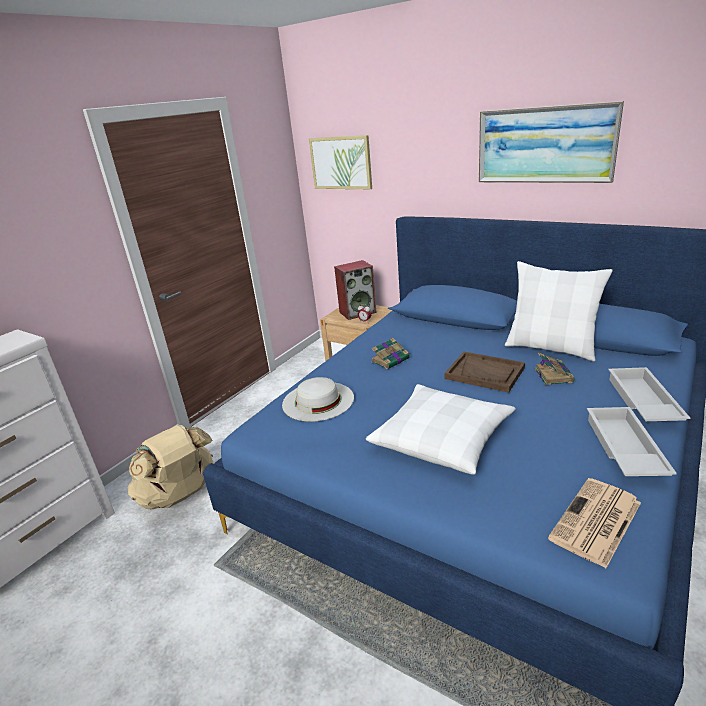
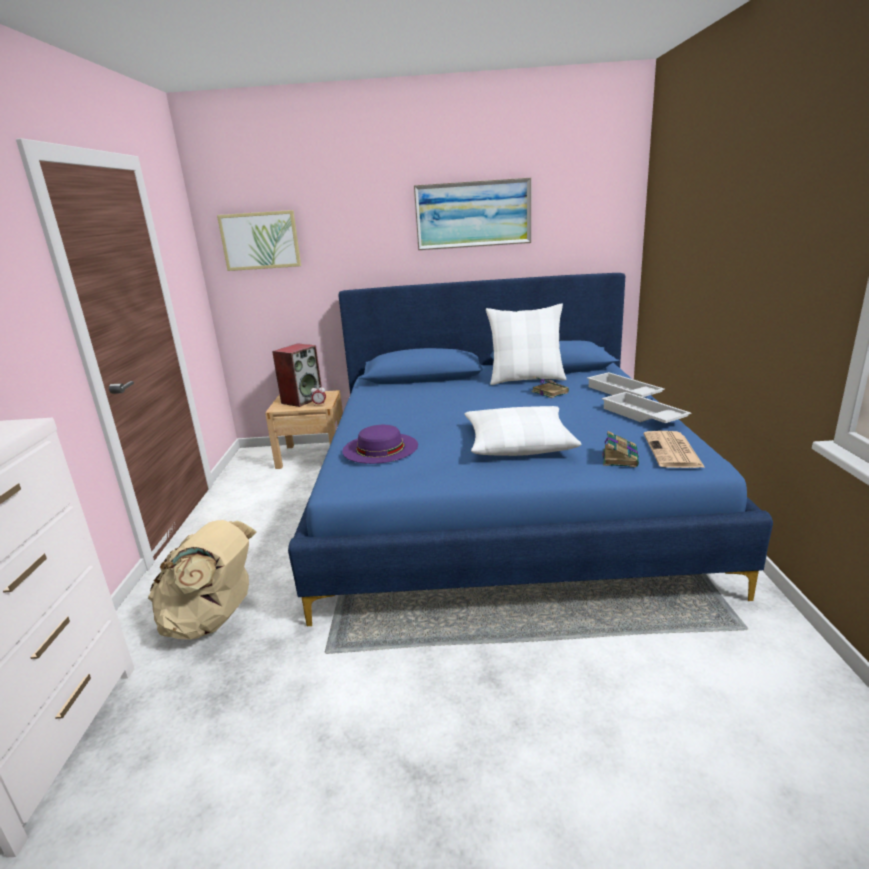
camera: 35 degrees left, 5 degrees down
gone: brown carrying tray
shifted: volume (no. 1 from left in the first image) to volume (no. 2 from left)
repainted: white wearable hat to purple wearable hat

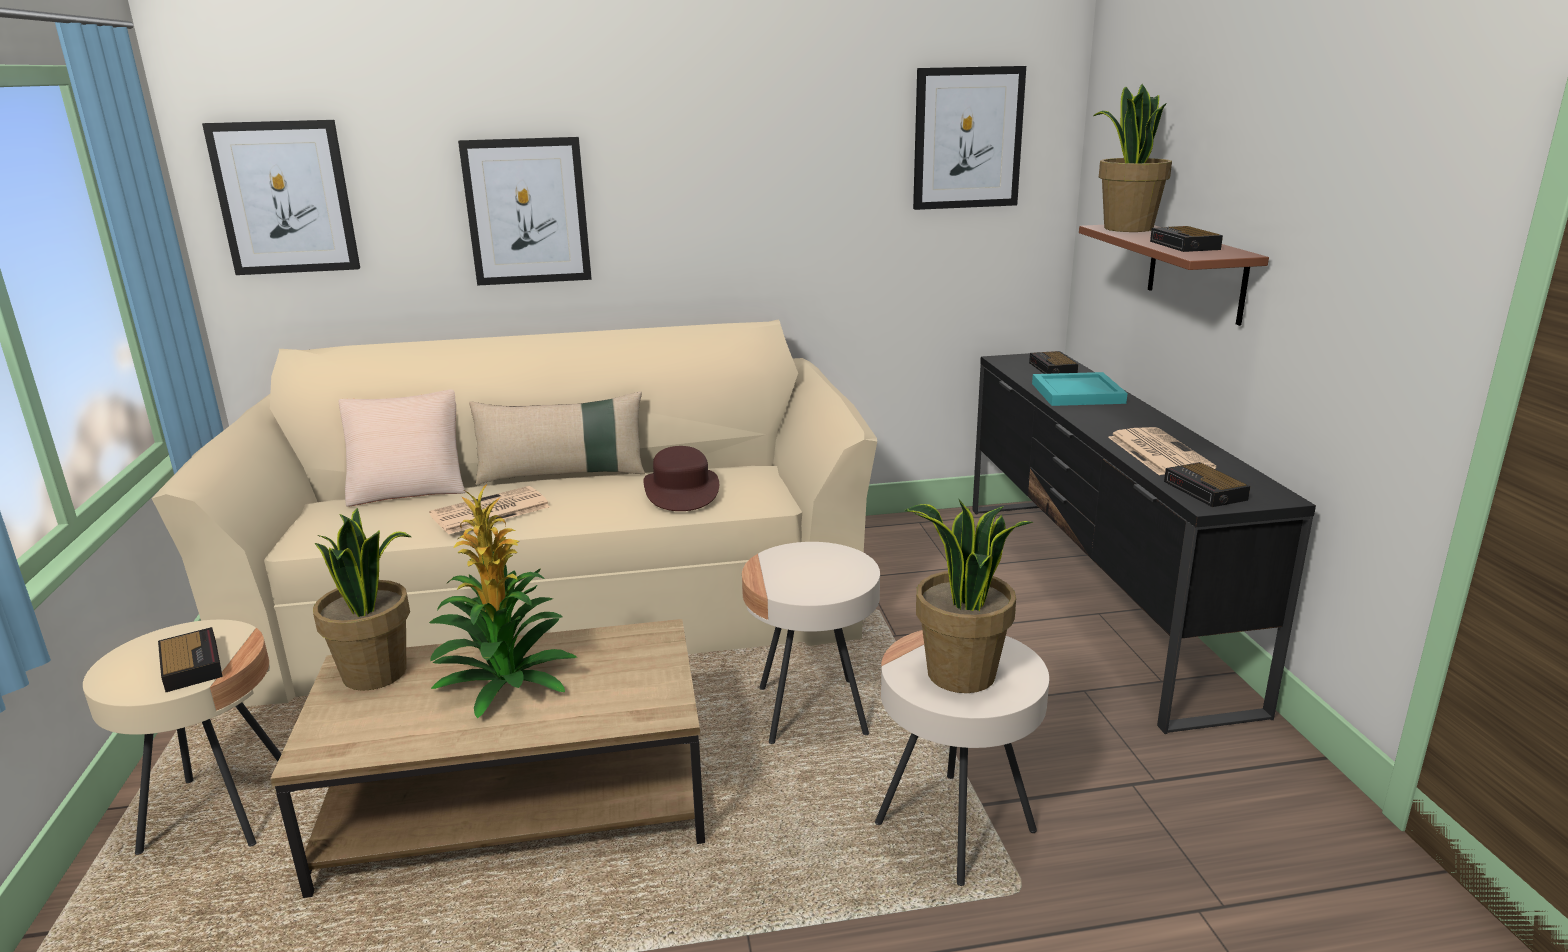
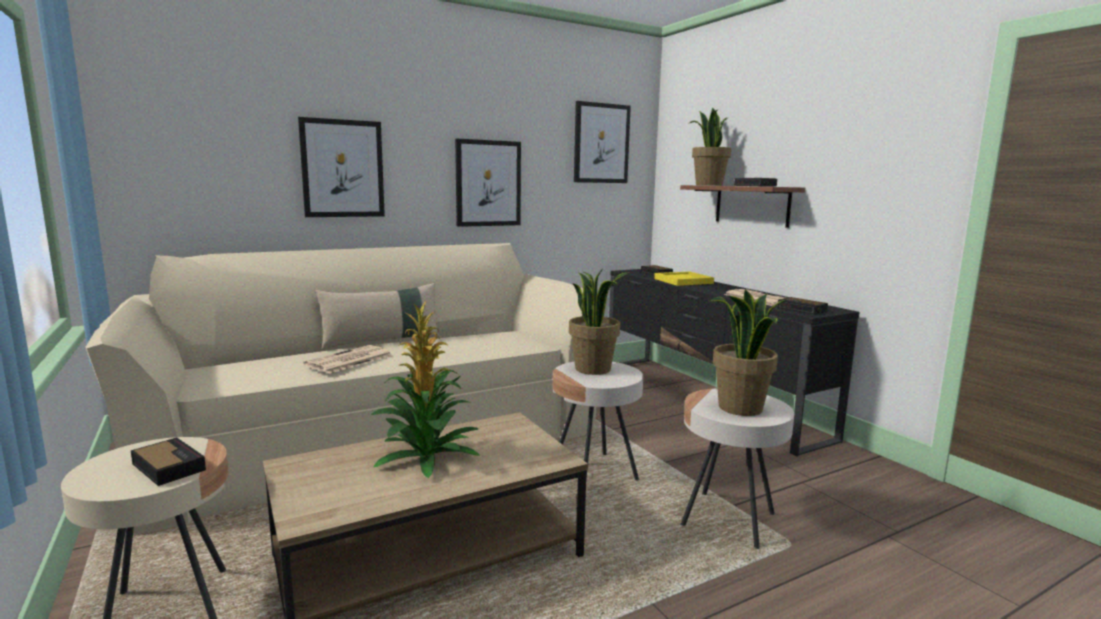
camera: 20 degrees left, 10 degrees down
gone: sand-coloured cushion (no. 1 from left); brown wearable hat
shifted: wall art (no. 1 from left in the first image) to wall art (no. 2 from left); plant in a pot (no. 1 from left in the first image) to plant in a pot (no. 2 from left)
repainted: turquoise-coloured carrying tray to yellow carrying tray

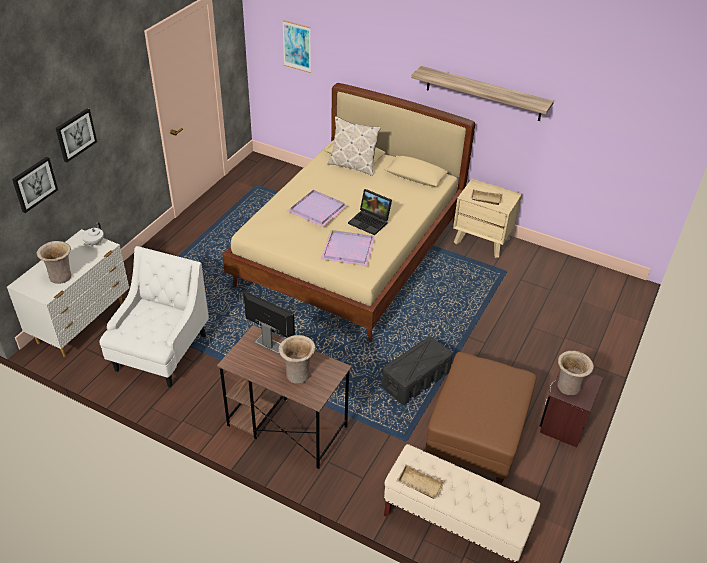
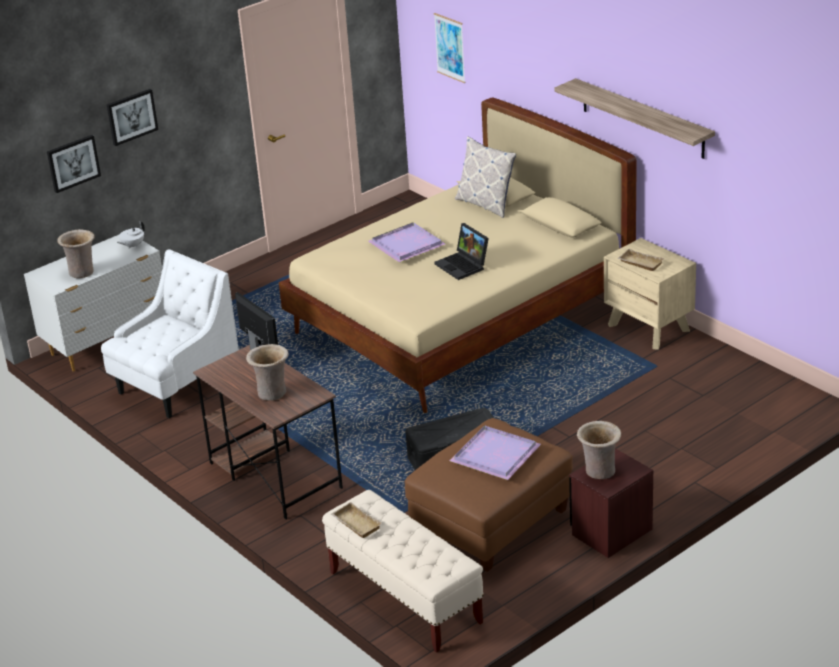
camera: 25 degrees right, 10 degrees down
shifted: purple carrying tray (no. 2 from left)

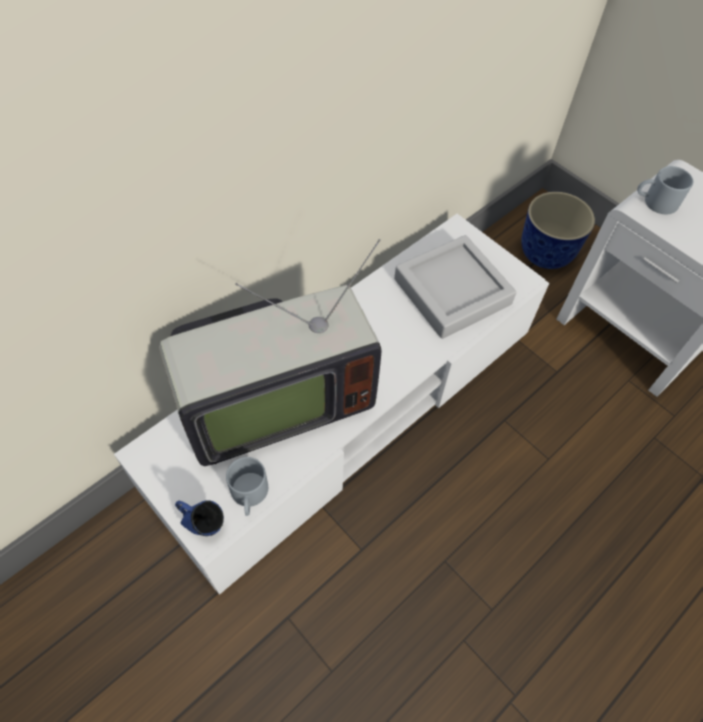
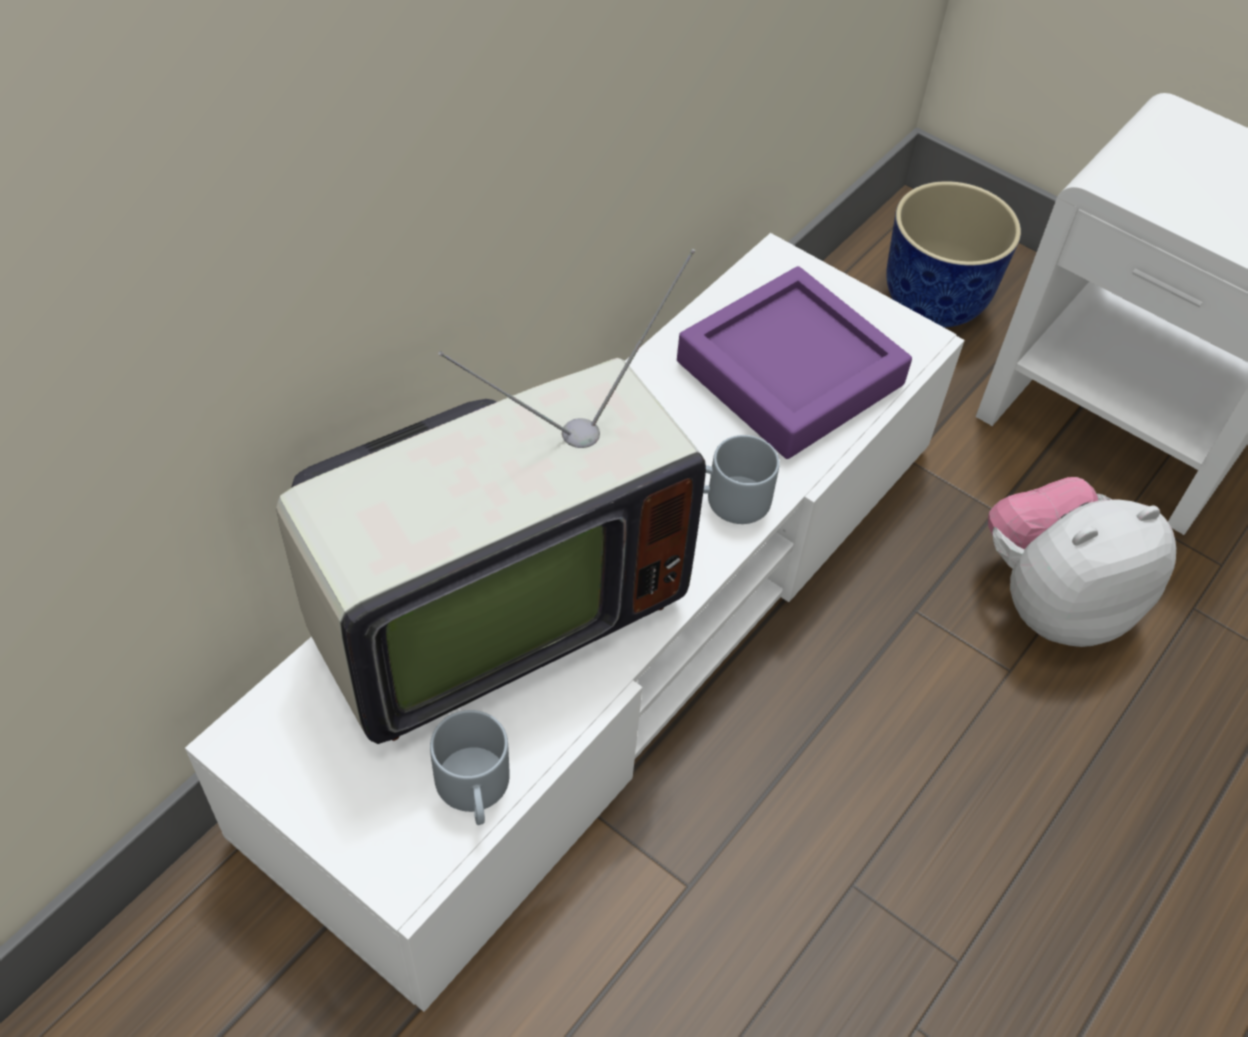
camera: 10 degrees left, 5 degrees down
gone: blue tea mug
new: cuddly toy
shifted: greyish tea mug (no. 2 from left)
repainted: greyish carrying tray to purple carrying tray

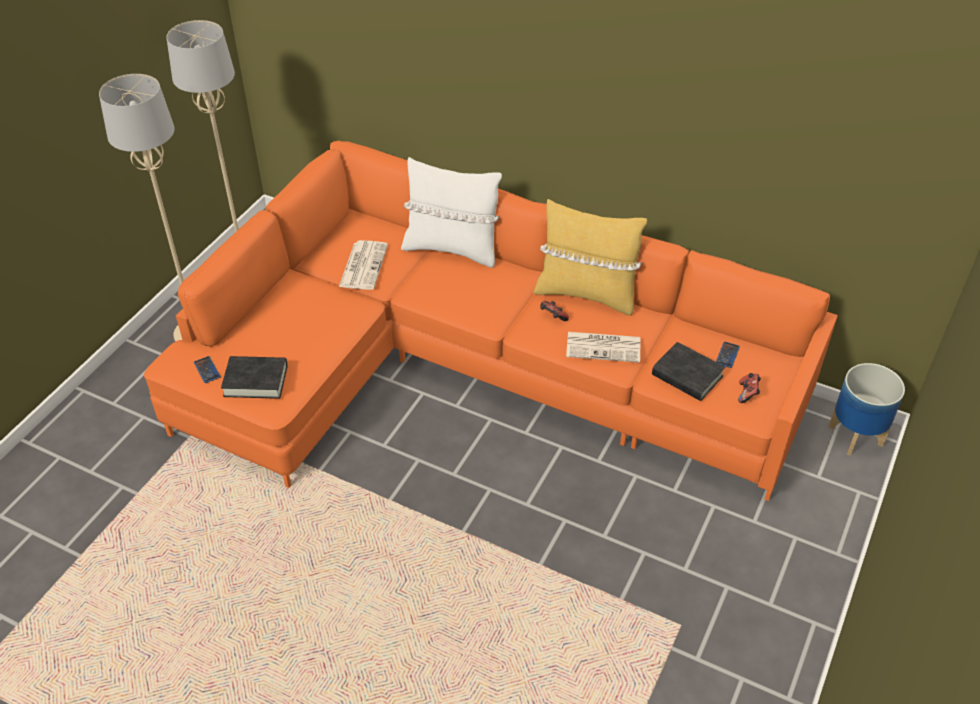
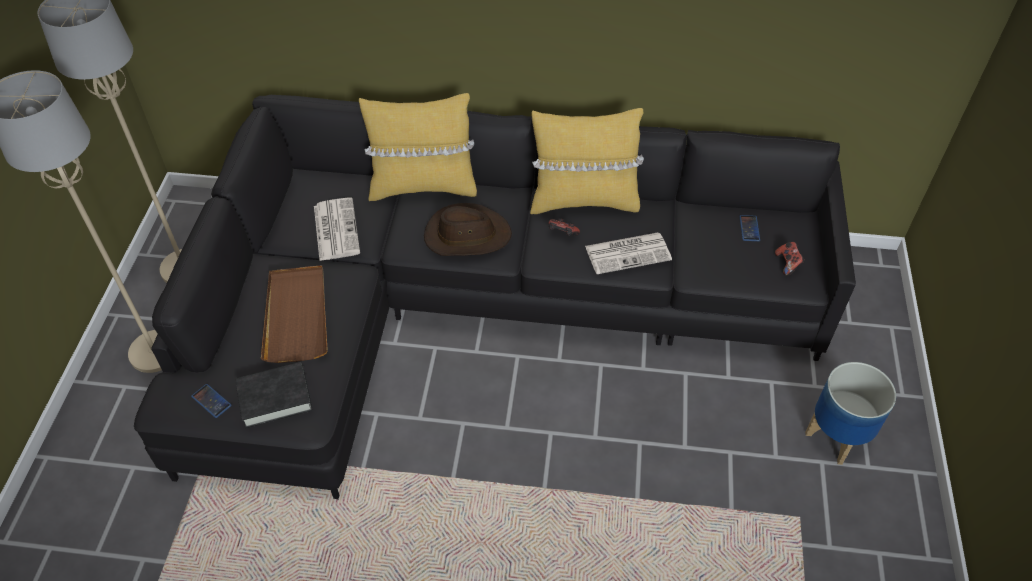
camera: 20 degrees left, 5 degrees up
gone: black volume (no. 2 from left)
new: brown carrying tray; brown wearable hat
shifted: flower pot
repainted: orange couch to black couch; white cushion to yellow cushion (no. 1 from left)

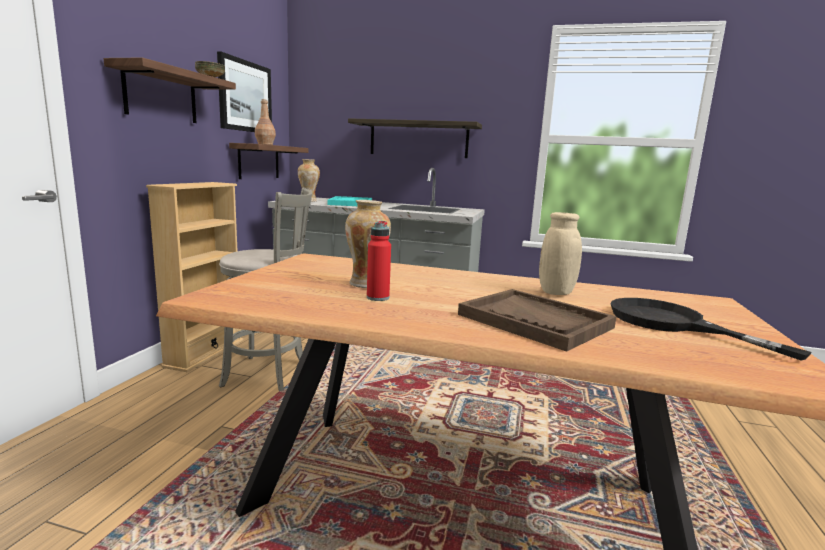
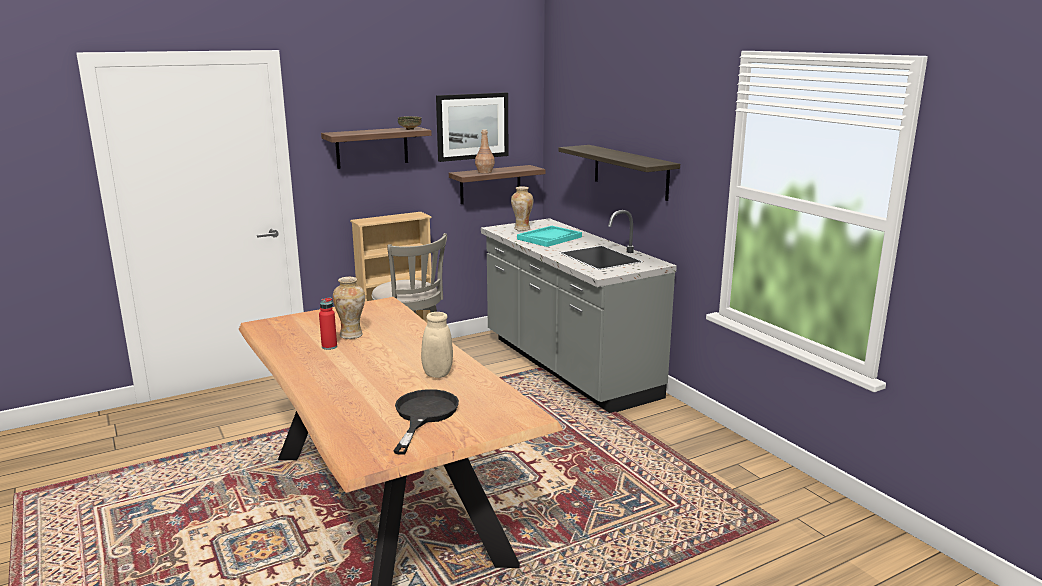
camera: 45 degrees right, 5 degrees up
gone: brown carrying tray

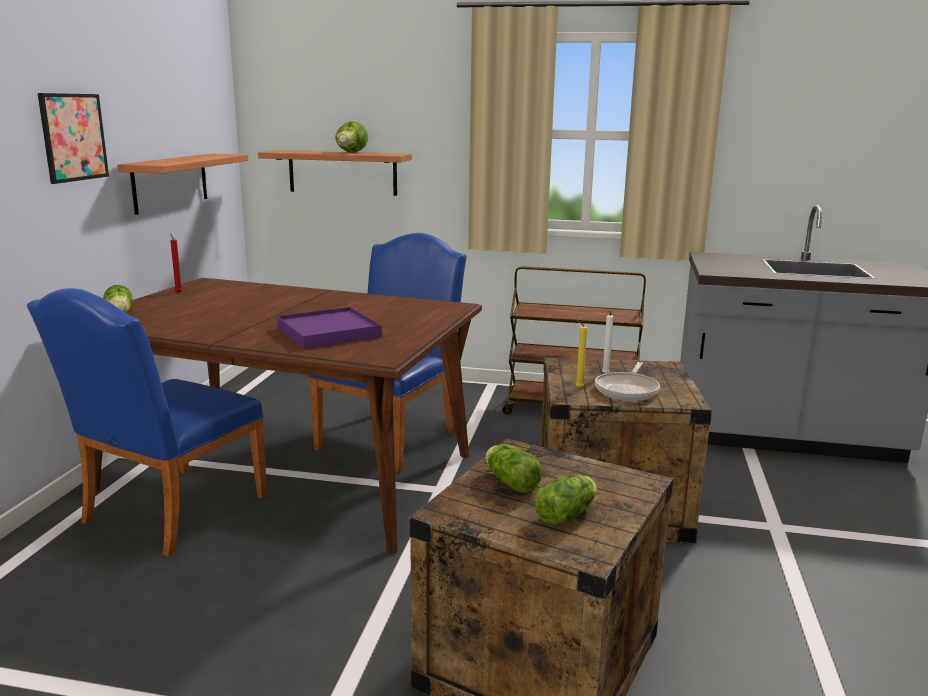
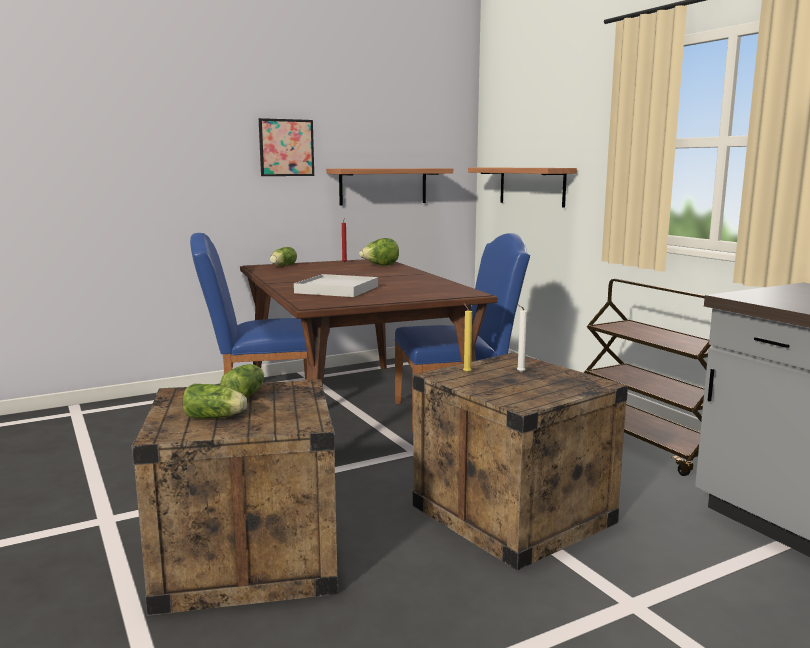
camera: 50 degrees right, 5 degrees down
gone: pan
shifted: head of lettuce (no. 2 from left in the first image) to head of lettuce (no. 4 from left)
repainted: purple carrying tray to white carrying tray

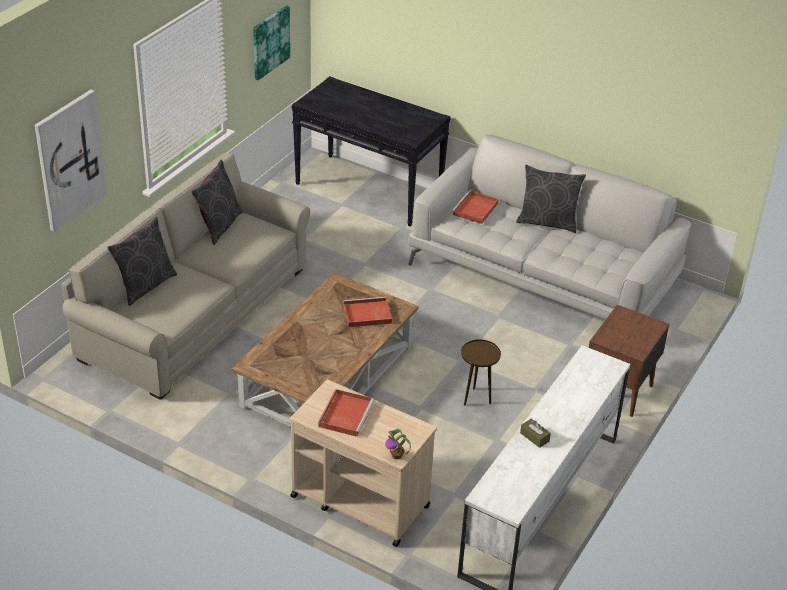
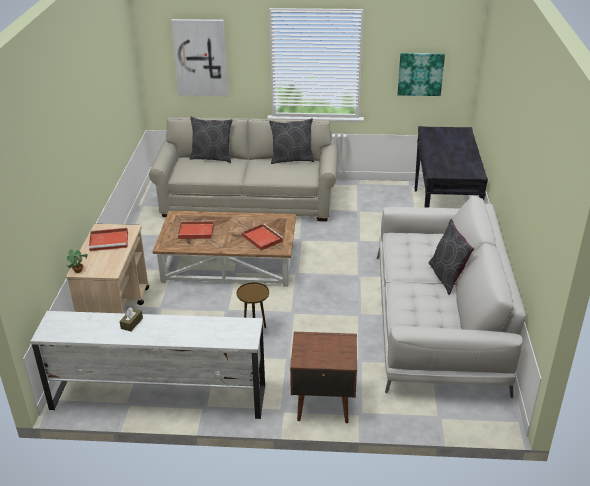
camera: 65 degrees right, 5 degrees down
shifted: red carrying tray (no. 3 from left in the first image) to red carrying tray (no. 2 from left)

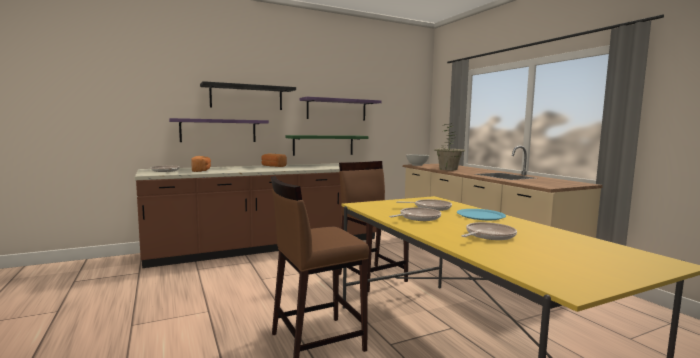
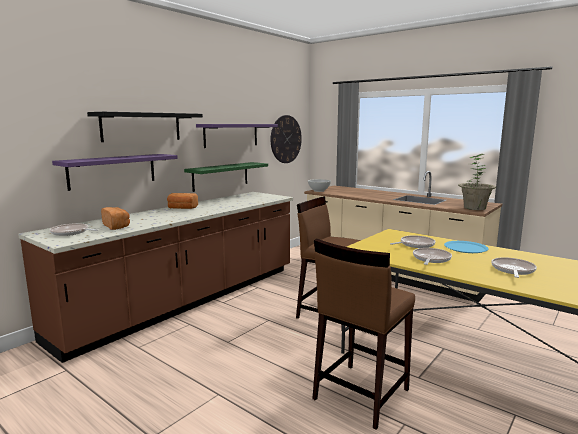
camera: 25 degrees left, 5 degrees up
new: wall clock
shifted: plant in a pot

